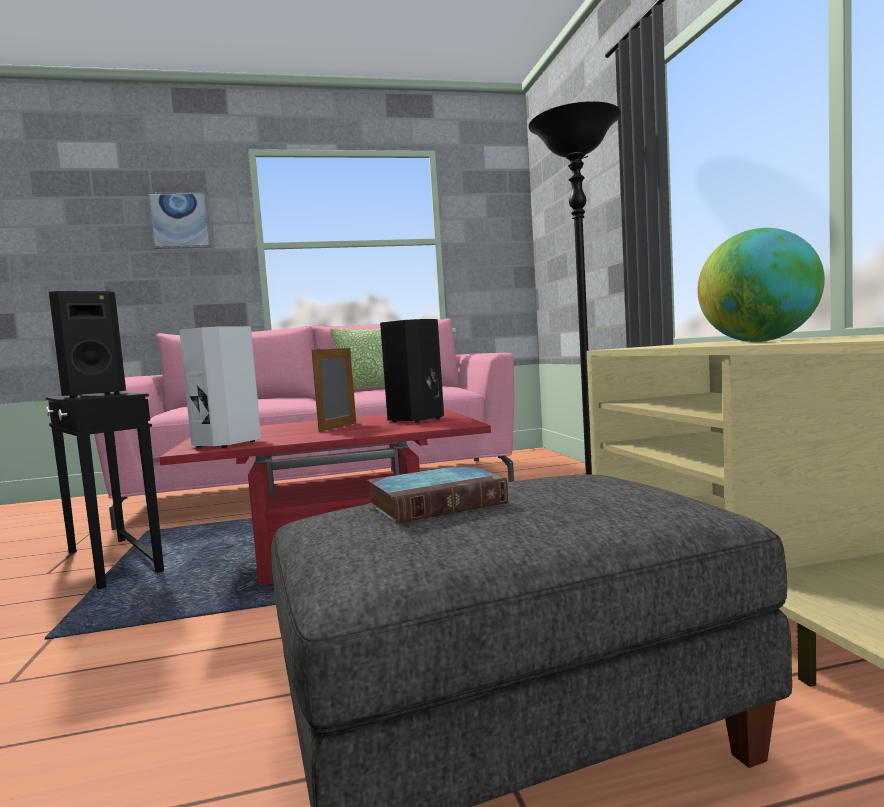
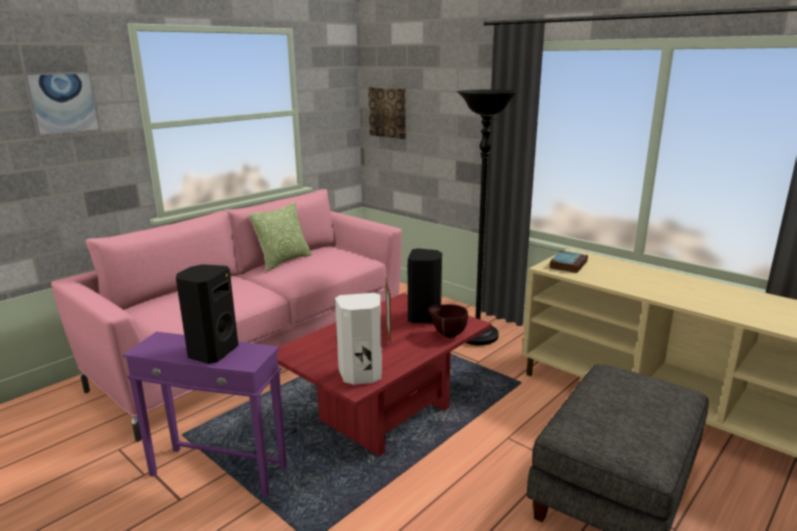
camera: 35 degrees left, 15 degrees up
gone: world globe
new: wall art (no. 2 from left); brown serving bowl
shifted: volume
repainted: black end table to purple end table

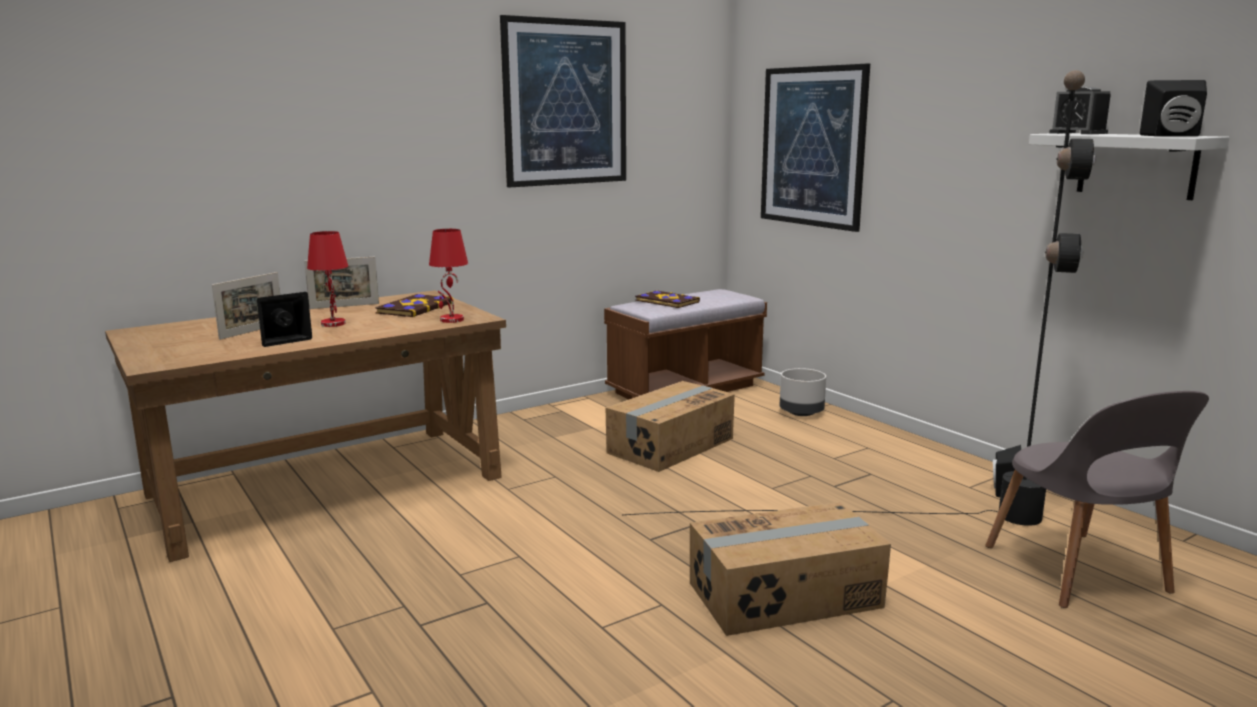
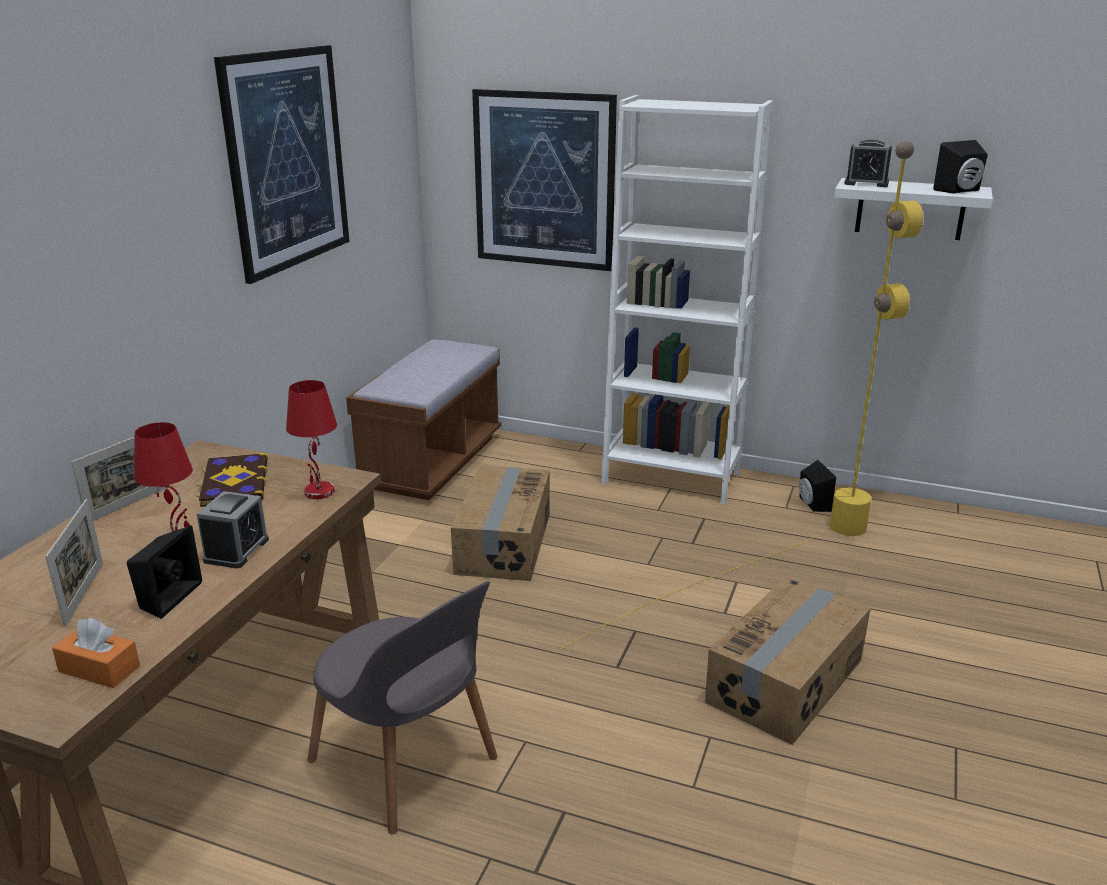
camera: 35 degrees left, 10 degrees up
gone: volume (no. 2 from left); greyish flower pot
new: orange tissue box; alarm clock (no. 1 from left); white bookshelf
shifted: greyish chair
repainted: black floor lamp to yellow floor lamp

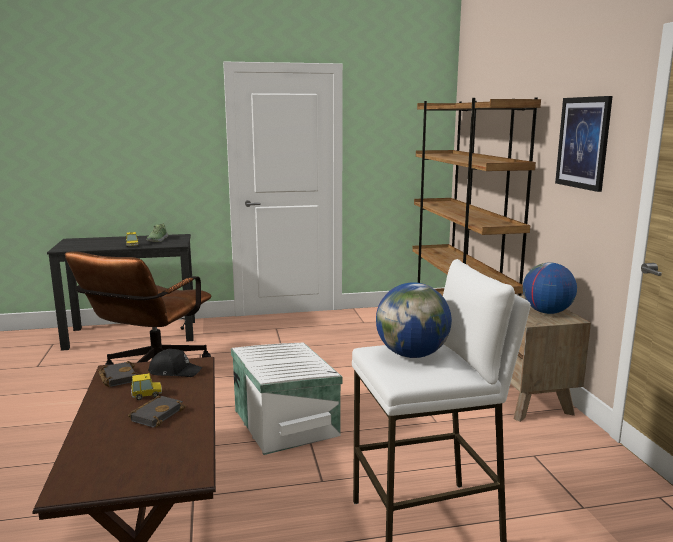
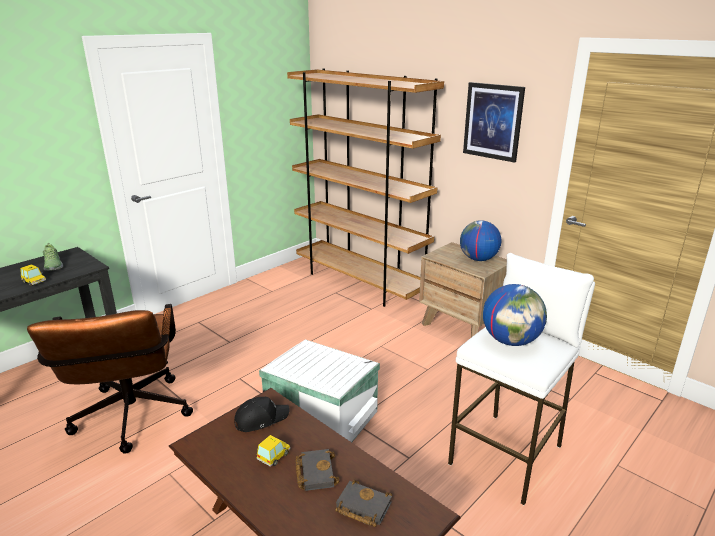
camera: 35 degrees left, 10 degrees up
shifted: black volume (no. 1 from left in the first image) to black volume (no. 2 from left)

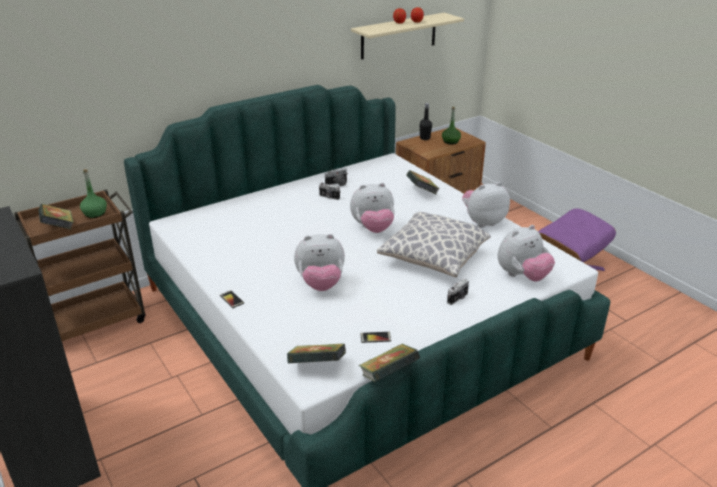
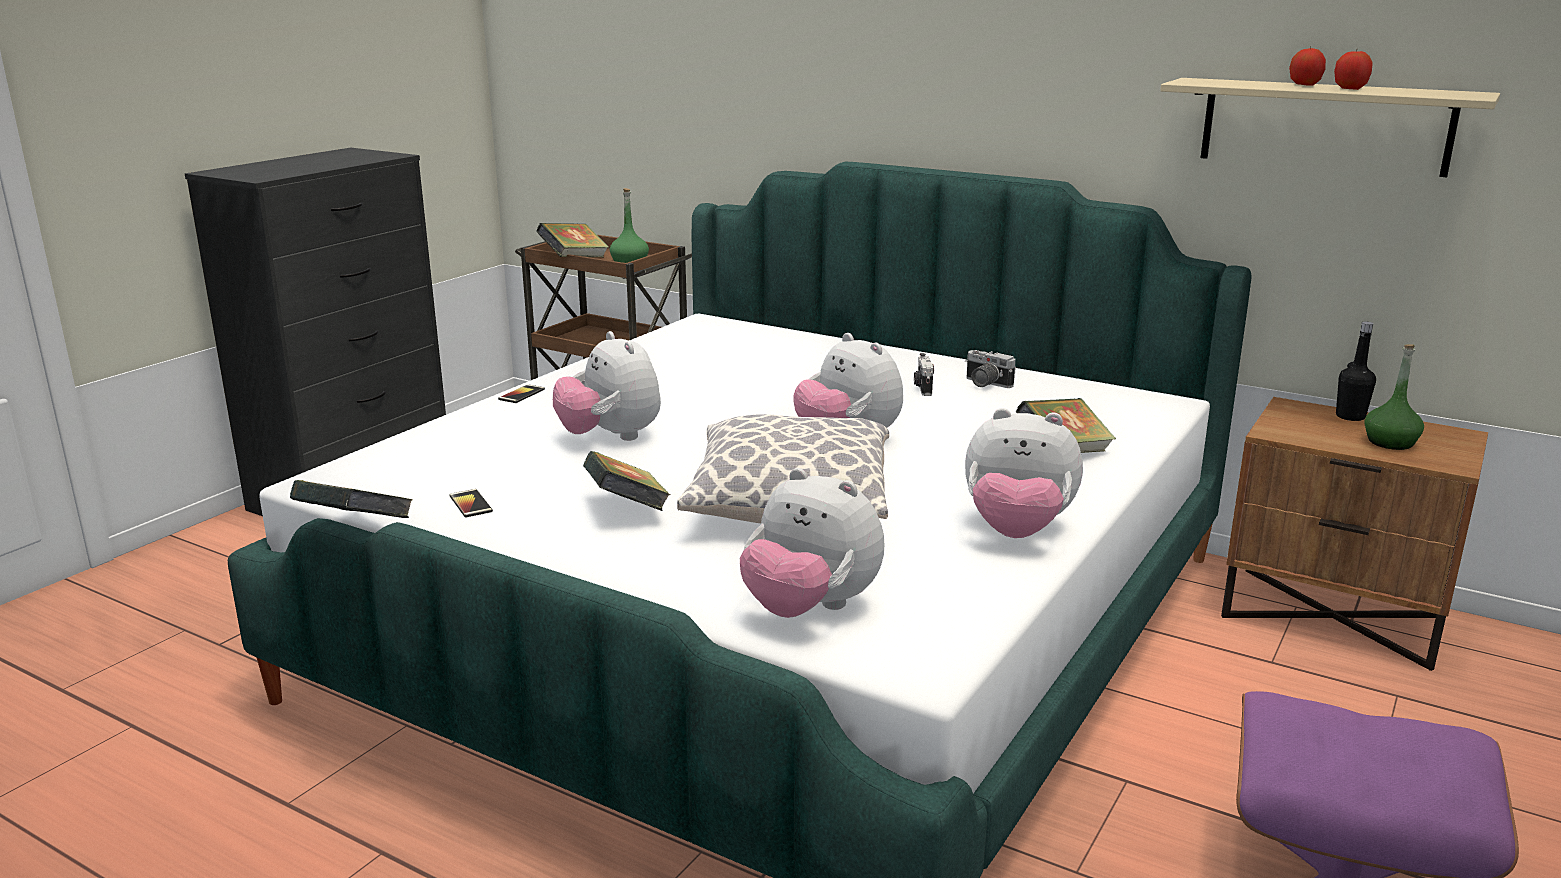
camera: 65 degrees right, 10 degrees down
gone: photo camera (no. 3 from left)
shifted: volume (no. 2 from left in the first image) to volume (no. 3 from left)
rotated: cuddly toy (no. 3 from left in the first image) 150 degrees clockwise

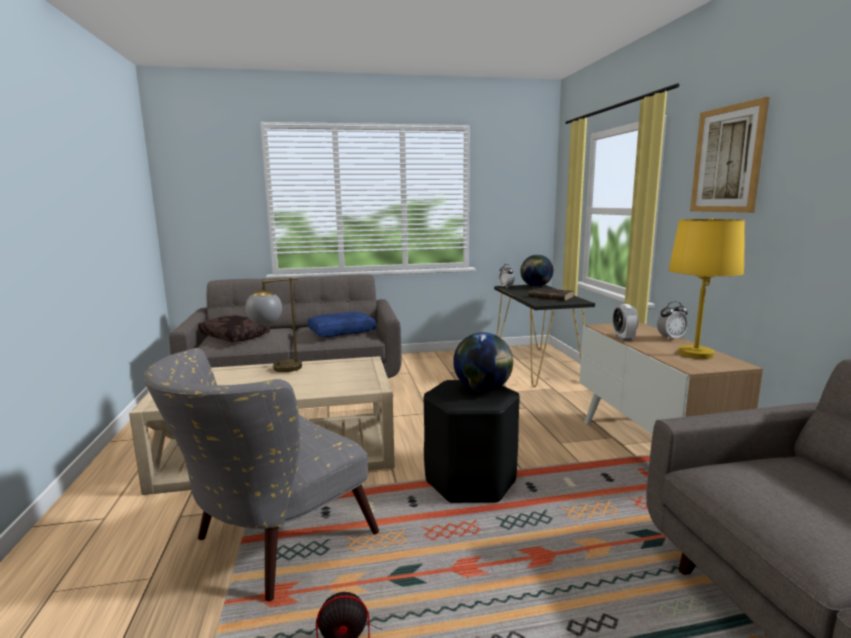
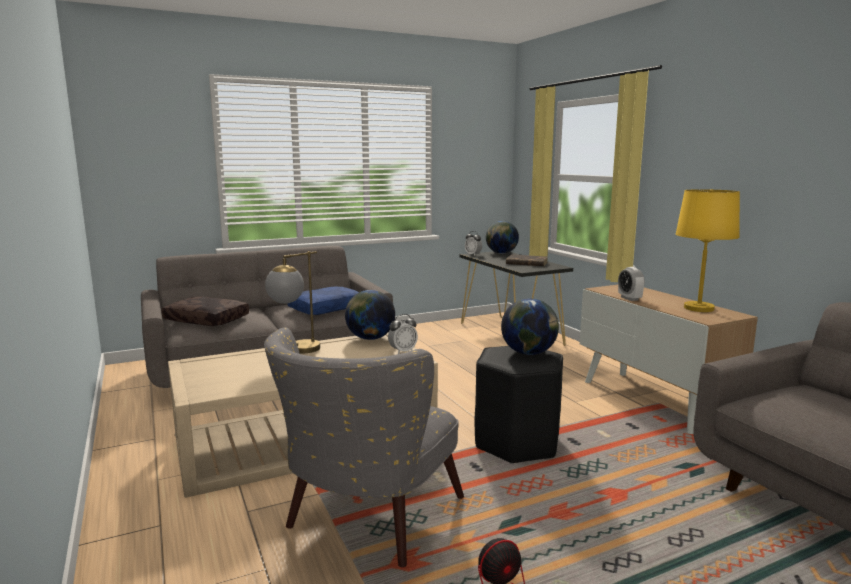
camera: 15 degrees left, 0 degrees up
gone: wall art
new: world globe (no. 1 from left)
shifted: alarm clock (no. 3 from left in the first image) to alarm clock (no. 1 from left)

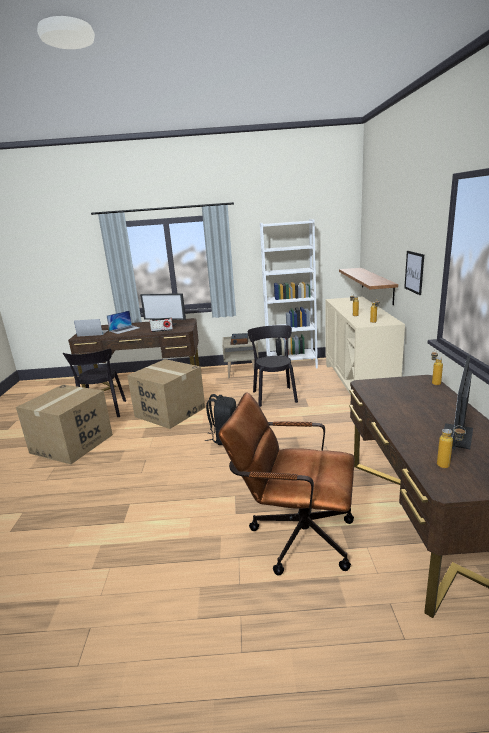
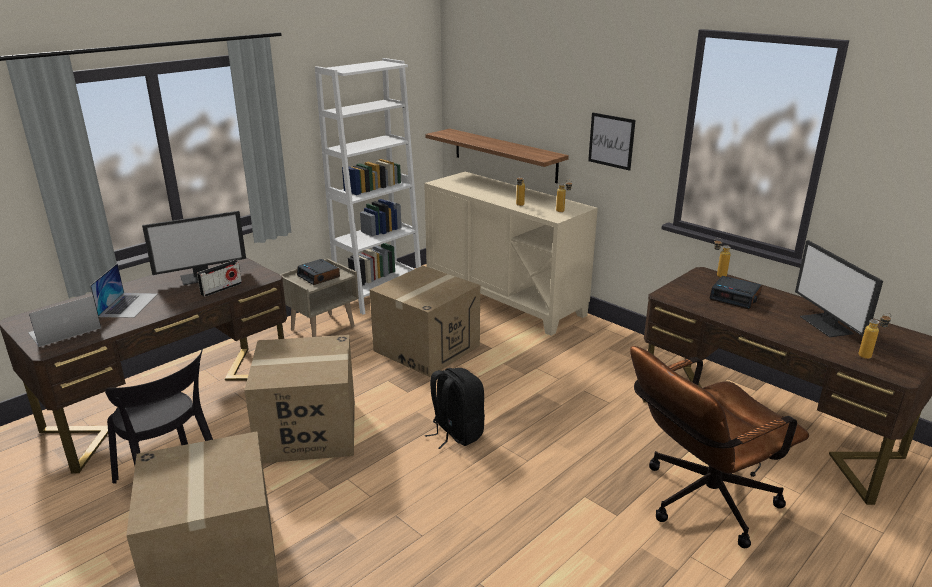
camera: 45 degrees left, 5 degrees up
new: alarm clock (no. 2 from left)
swapped: black chair (no. 2 from left) to packing box (no. 3 from left)

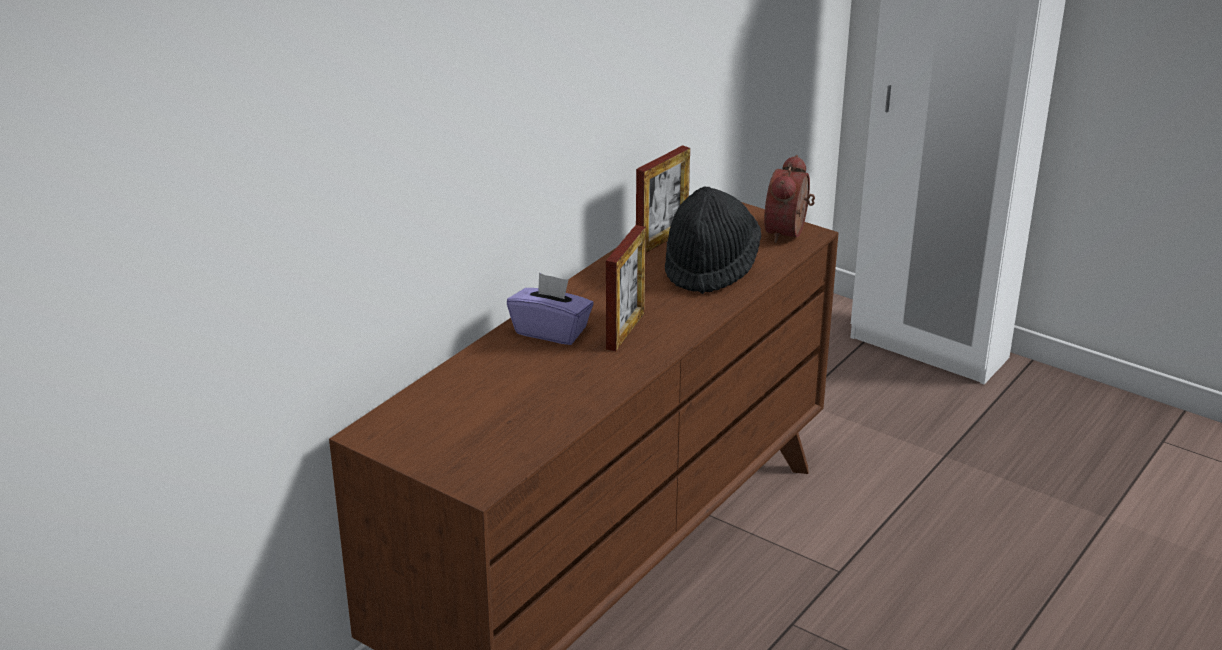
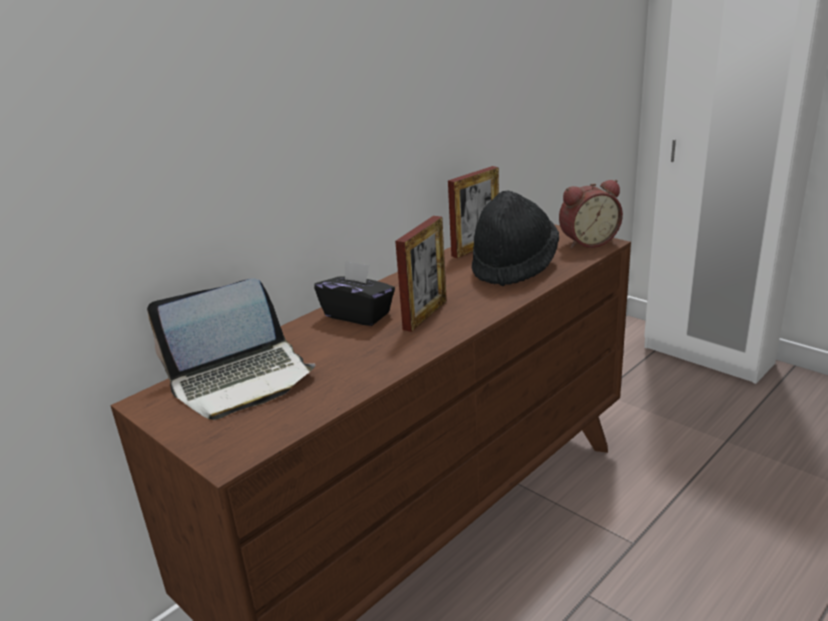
camera: 10 degrees right, 5 degrees down
new: portable computer
repainted: purple tissue box to black tissue box
rotated: alarm clock 135 degrees counterclockwise

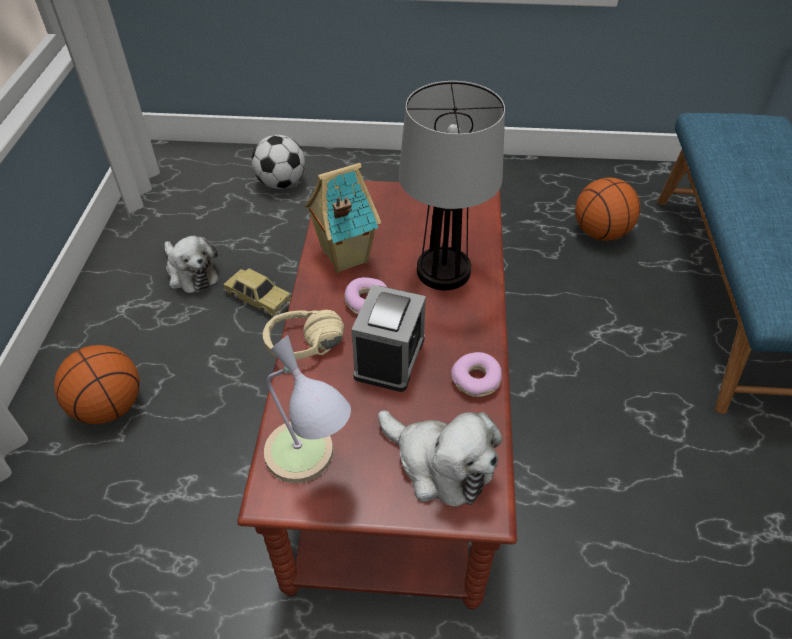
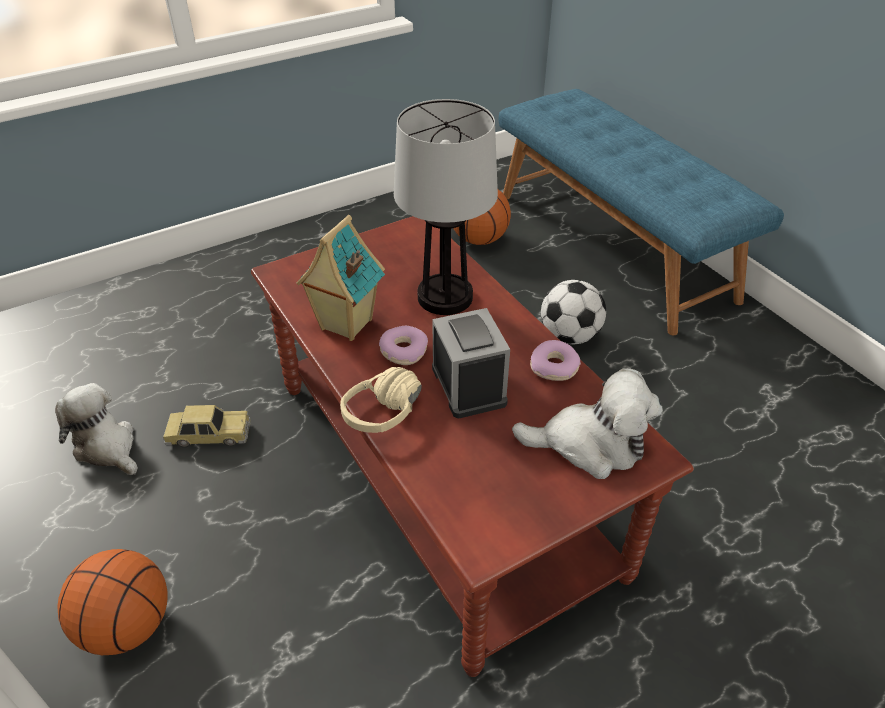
camera: 35 degrees left, 5 degrees down
gone: table lamp (no. 1 from left)
shifted: ball for football
rotated: cuddly toy (no. 1 from left) 150 degrees counterclockwise

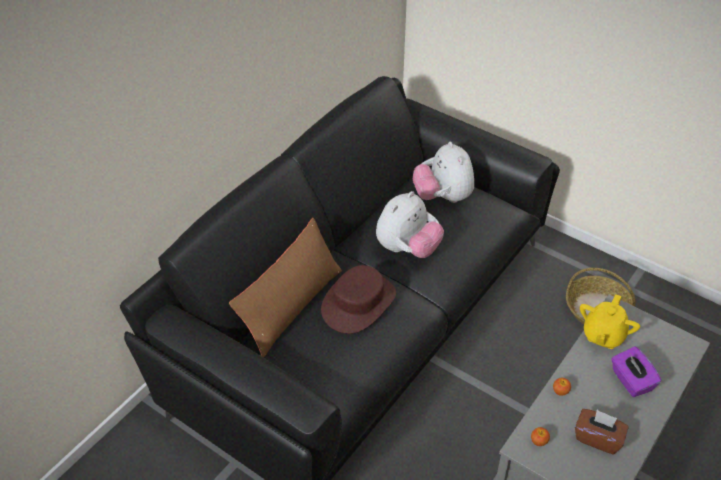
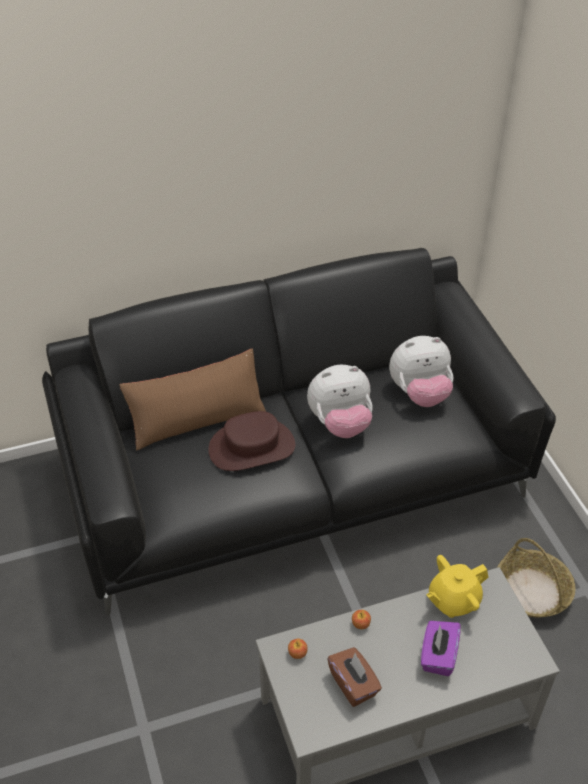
camera: 35 degrees right, 0 degrees up
rotated: cuddly toy (no. 2 from left) 120 degrees counterclockwise

